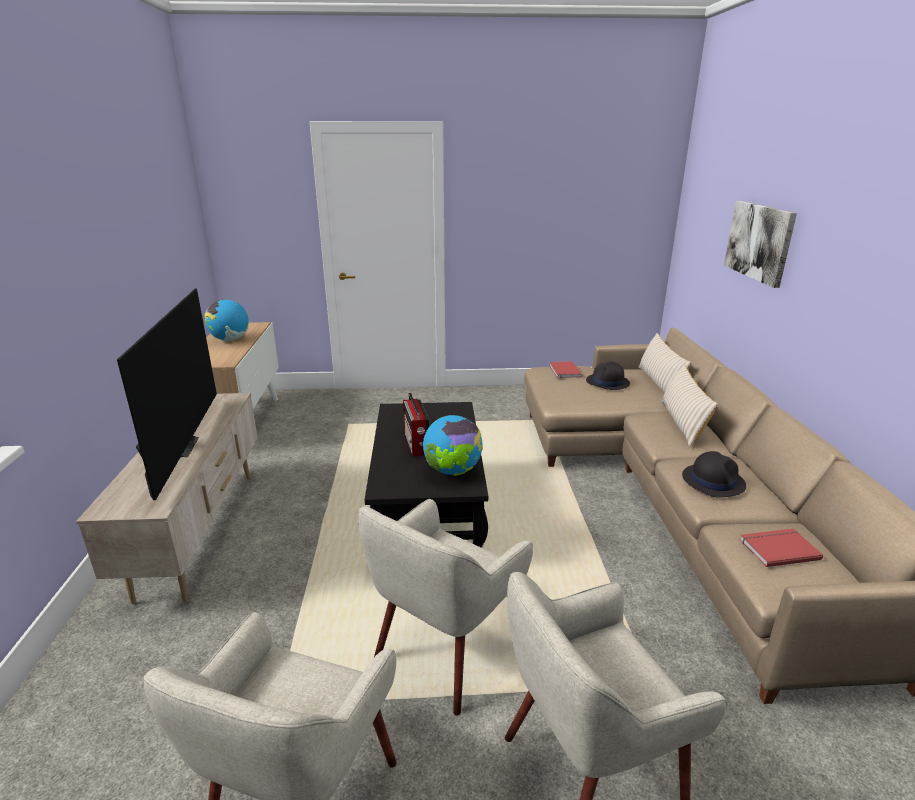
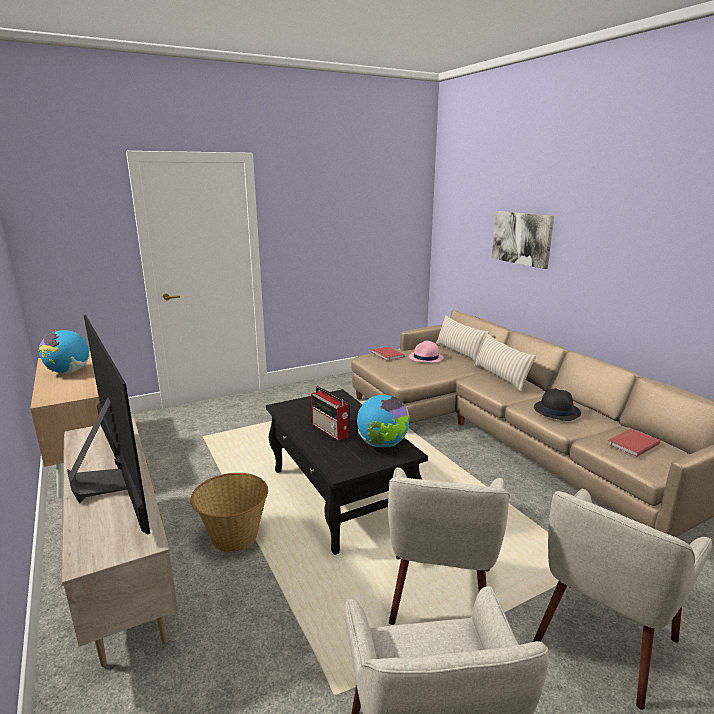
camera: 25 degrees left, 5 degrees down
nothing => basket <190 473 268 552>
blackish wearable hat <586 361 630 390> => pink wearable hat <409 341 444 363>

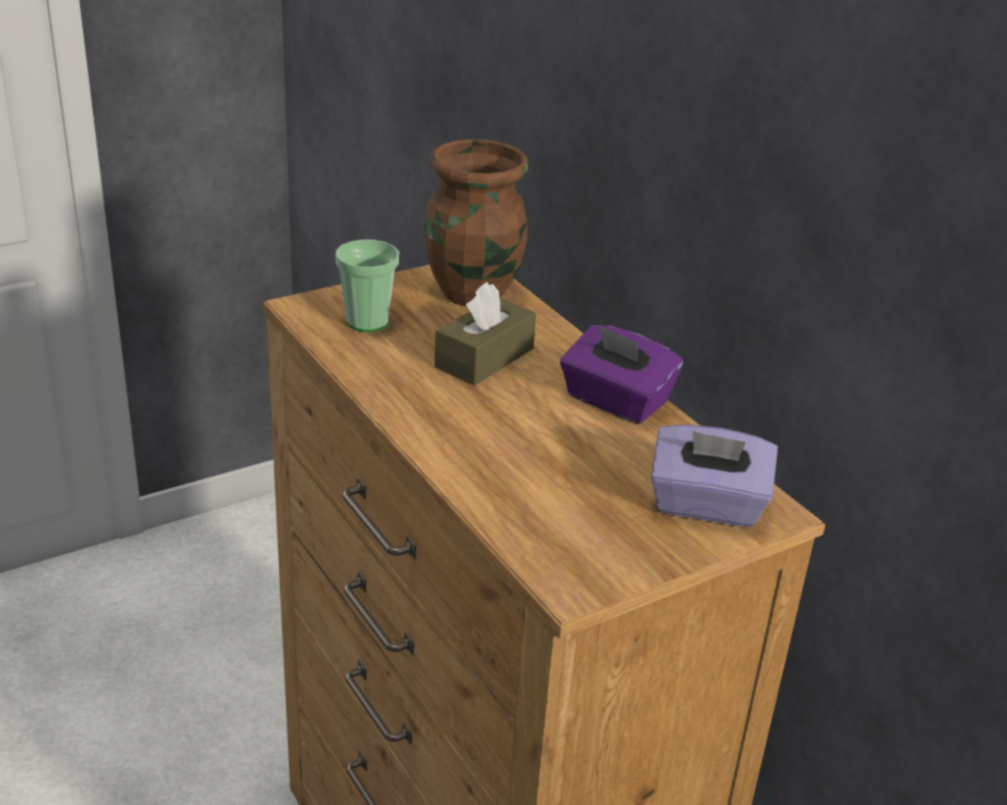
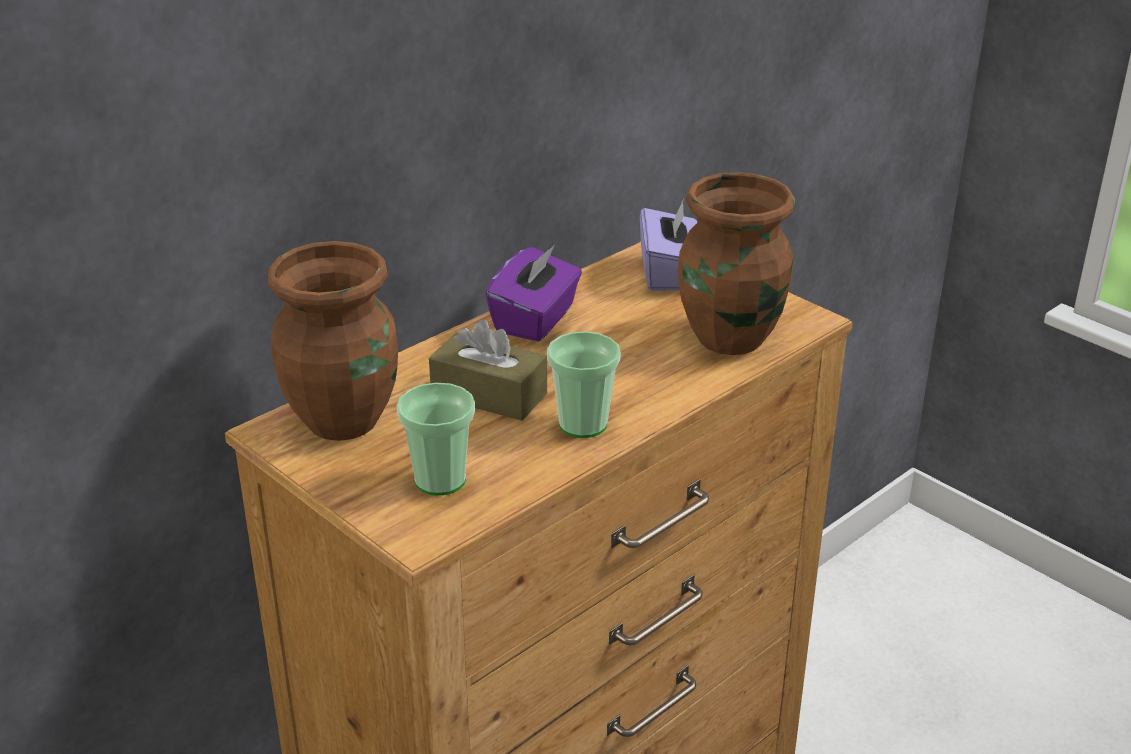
camera: 100 degrees left, 0 degrees up
nothing => small cup <547 331 621 438>
nothing => brown decorative vase <678 172 795 355>

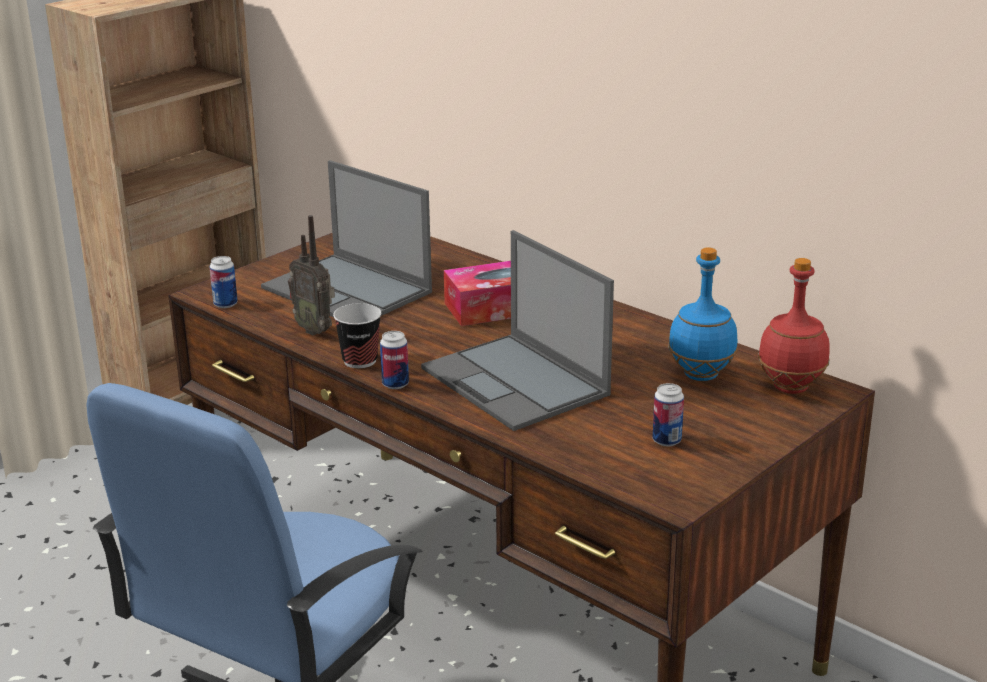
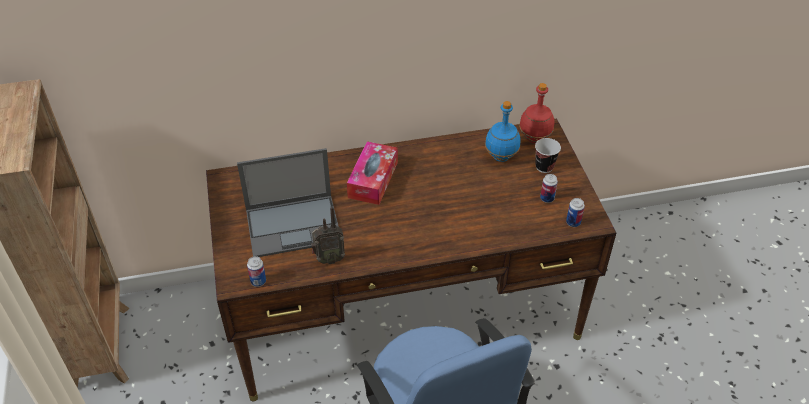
camera: 55 degrees left, 20 degrees up
laptop <421 230 614 431> => nothing
small cup <333 303 381 368> => small cup <535 138 561 173>, shifted
can <380 331 409 389> => can <566 198 585 227>, shifted

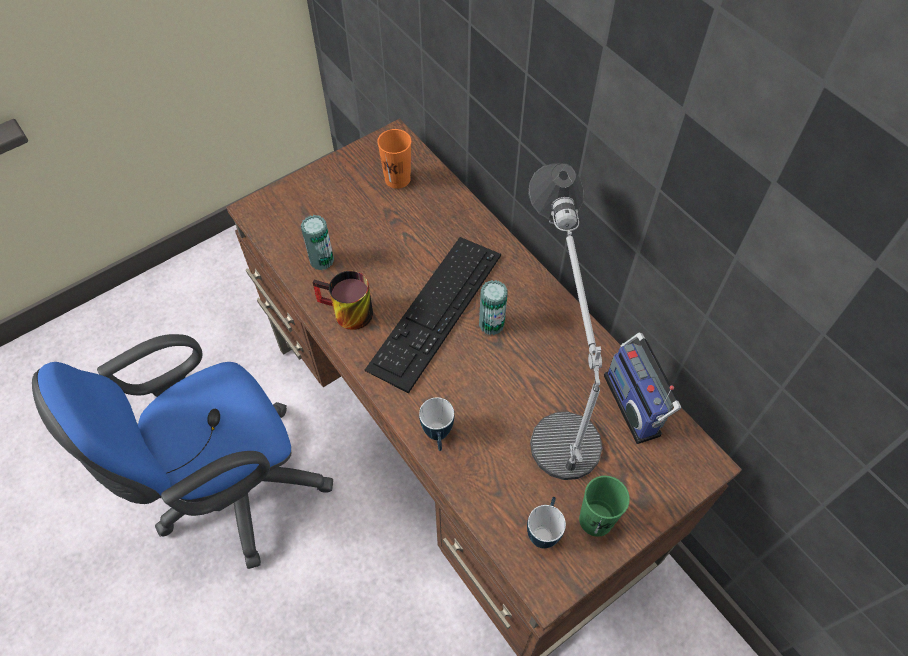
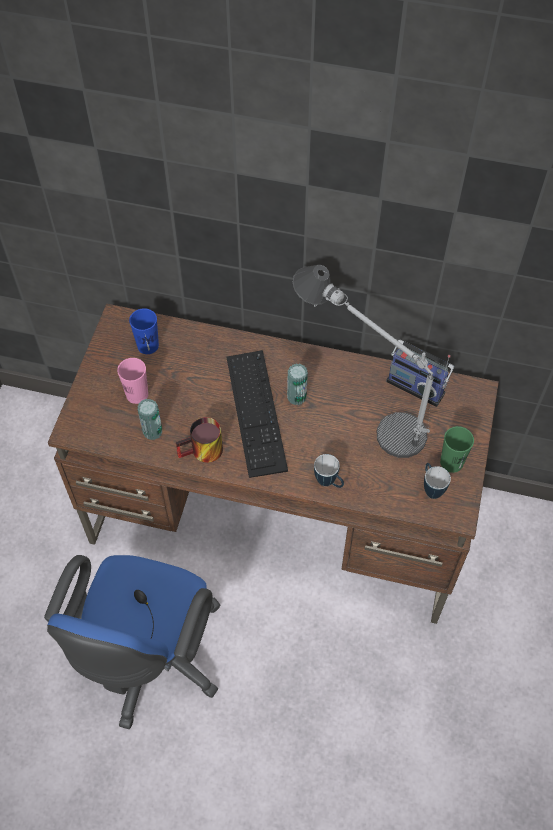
camera: 40 degrees left, 0 degrees up
nothing => pink small cup <117 358 148 404>
orangey small cup <377 129 411 189> => bluish small cup <129 308 159 354>

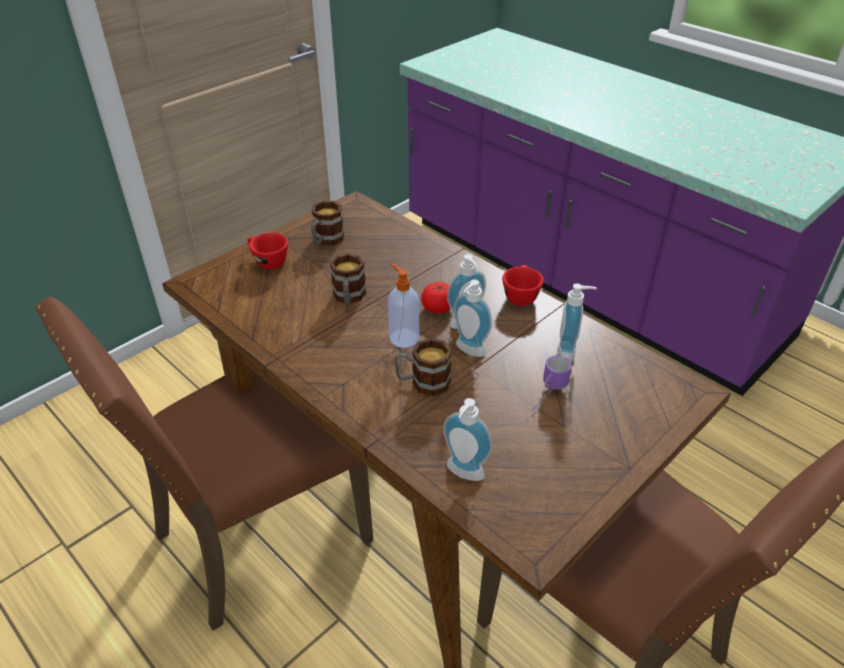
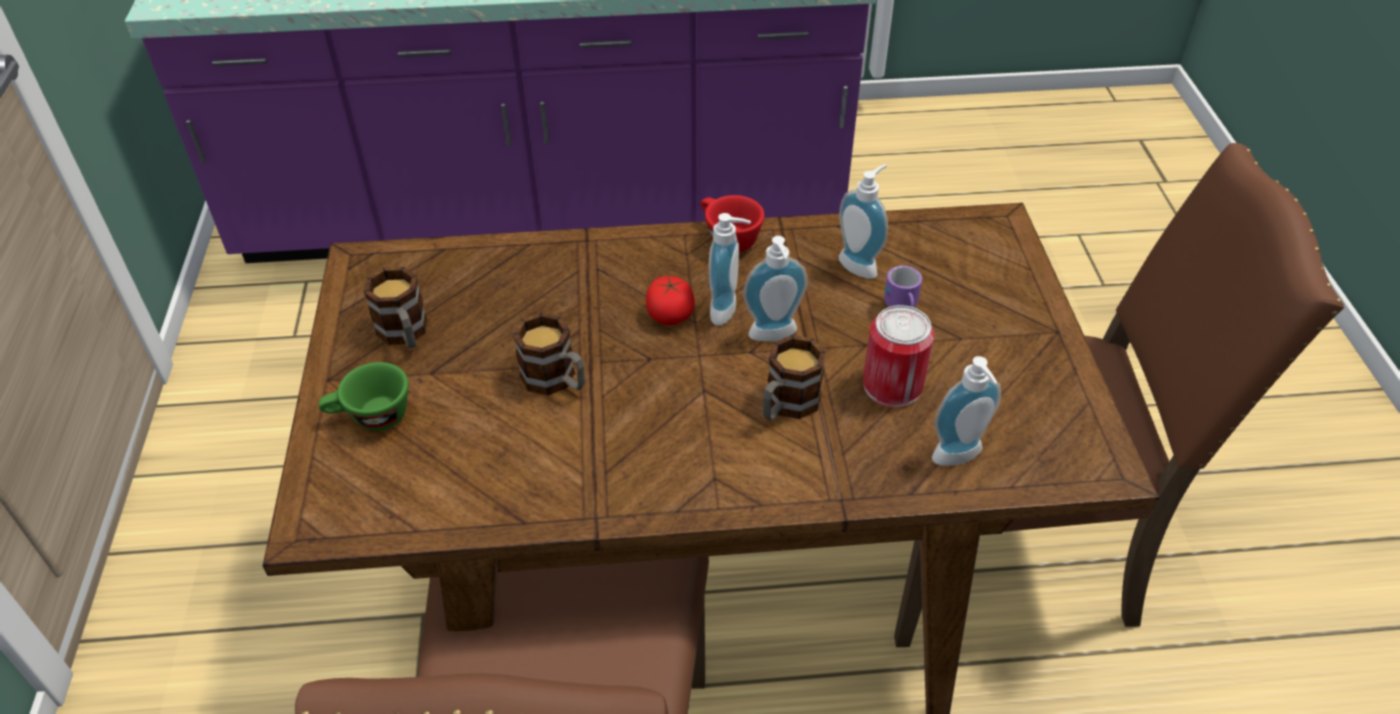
camera: 50 degrees left, 5 degrees up
liquid soap bottle <388 264 419 348> => nothing
nothing => can <863 305 934 407>
red-coloured small cup <247 233 288 269> => greenish small cup <318 362 409 431>

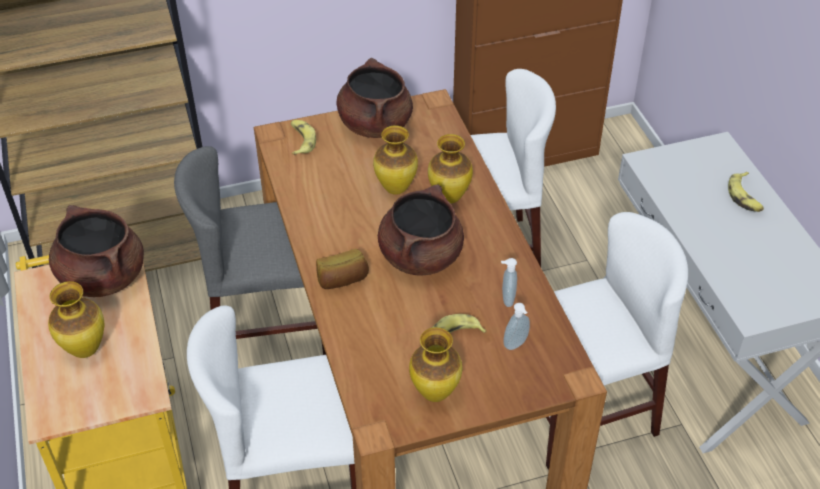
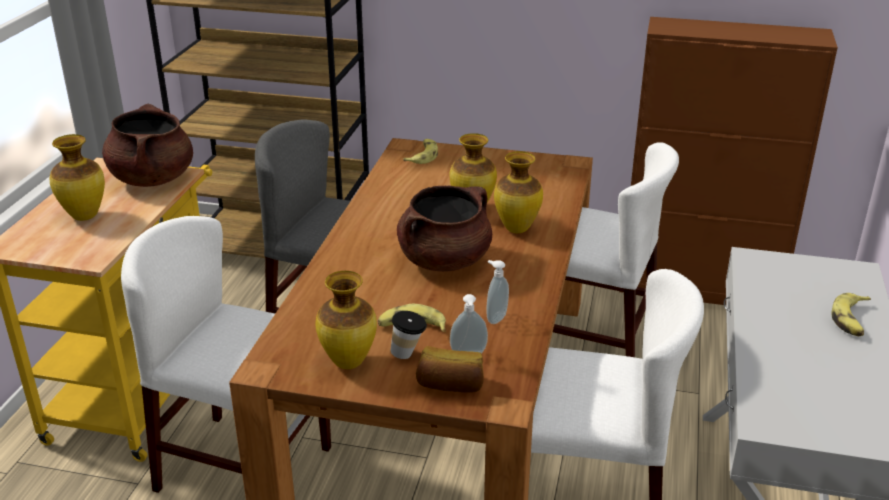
camera: 30 degrees right, 15 degrees down
brown saucepot <336 58 413 138> => nothing
nothing => small cup <391 311 427 359>
bakery bread <316 249 369 289> => bakery bread <416 346 484 393>, shifted

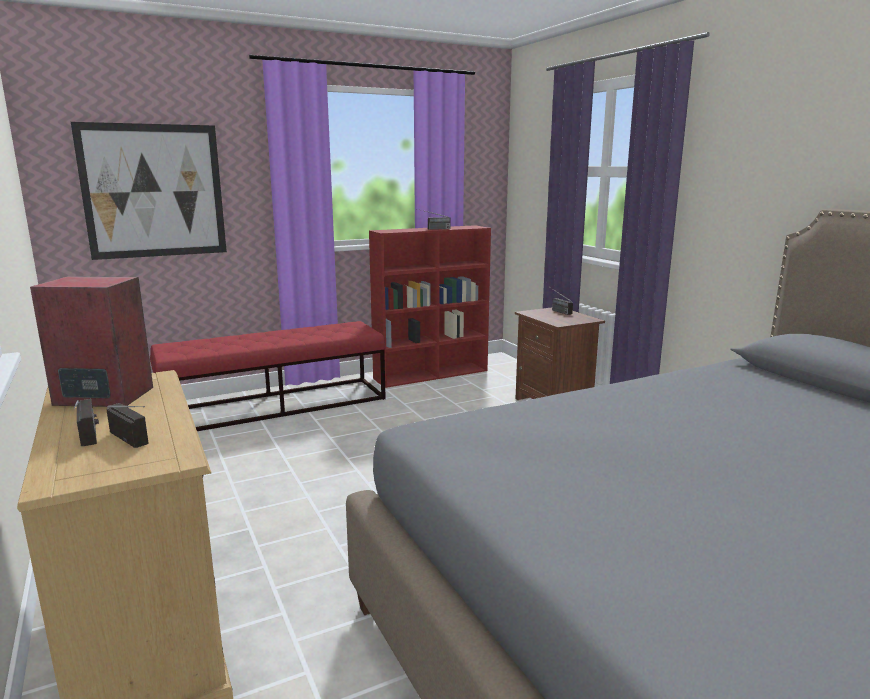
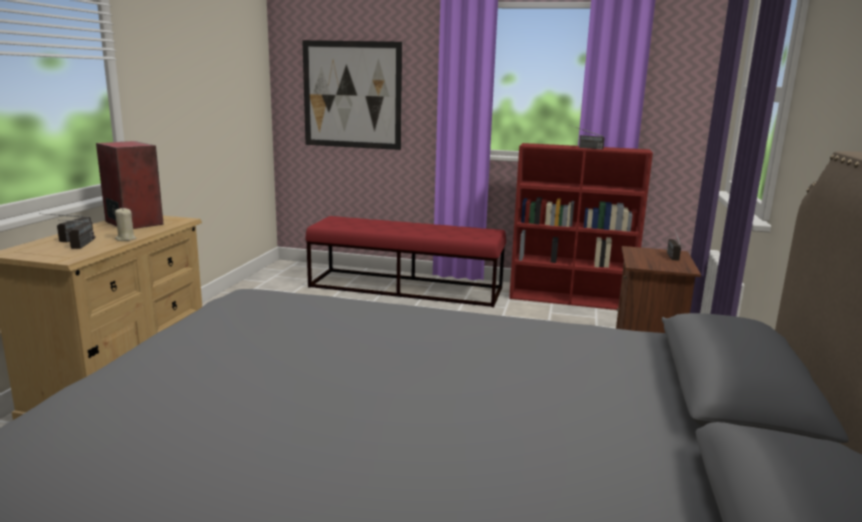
camera: 40 degrees right, 0 degrees up
nothing => beige-coloured candle <115 208 136 241>

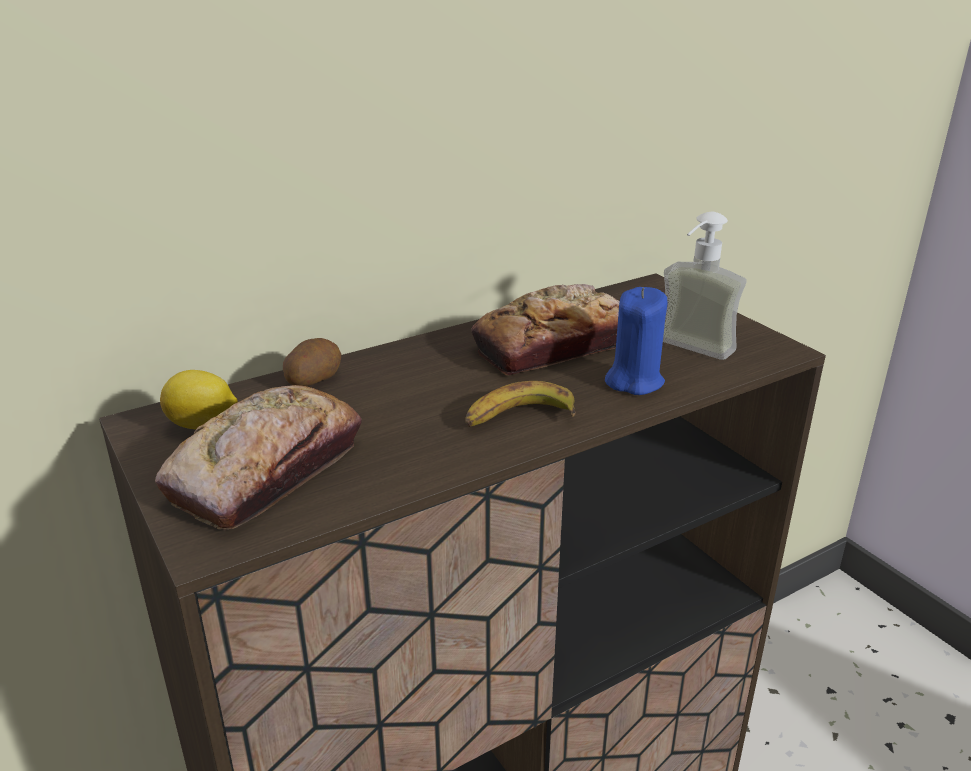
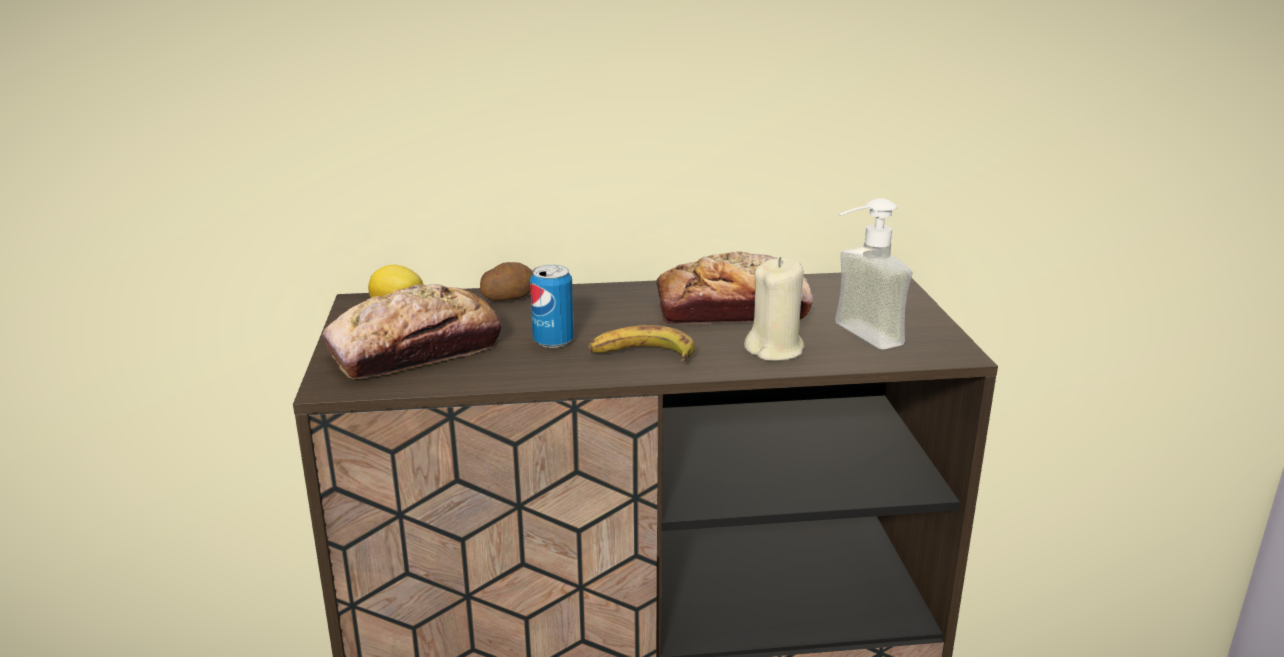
camera: 25 degrees right, 5 degrees down
nothing => can <530 264 574 348>
bluish candle <605 287 668 395> => beige-coloured candle <744 257 804 361>

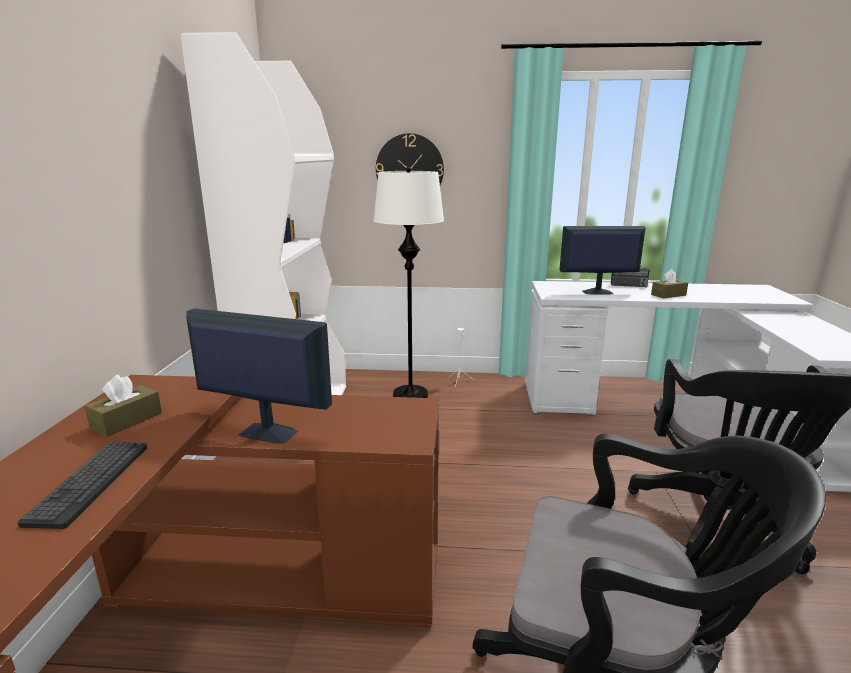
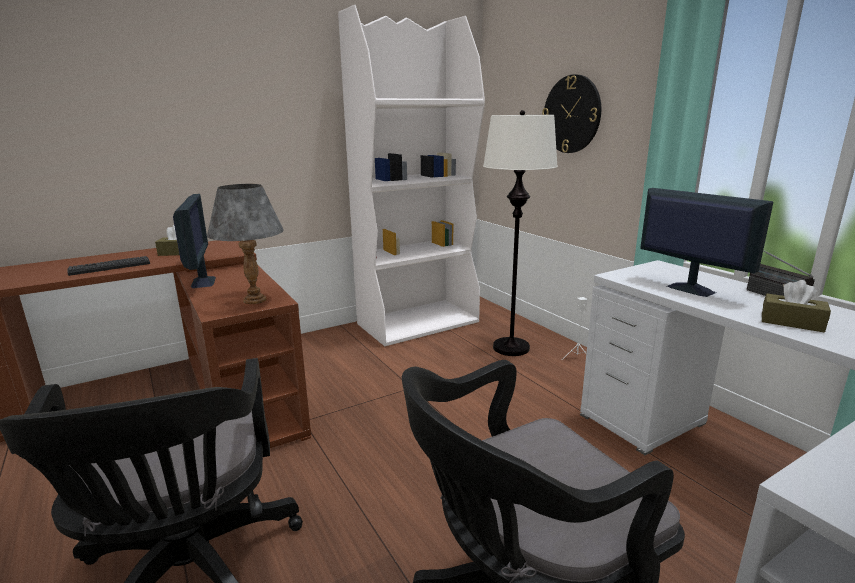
camera: 55 degrees right, 0 degrees up
nothing => grey tabletop lamp <207 184 284 304>

